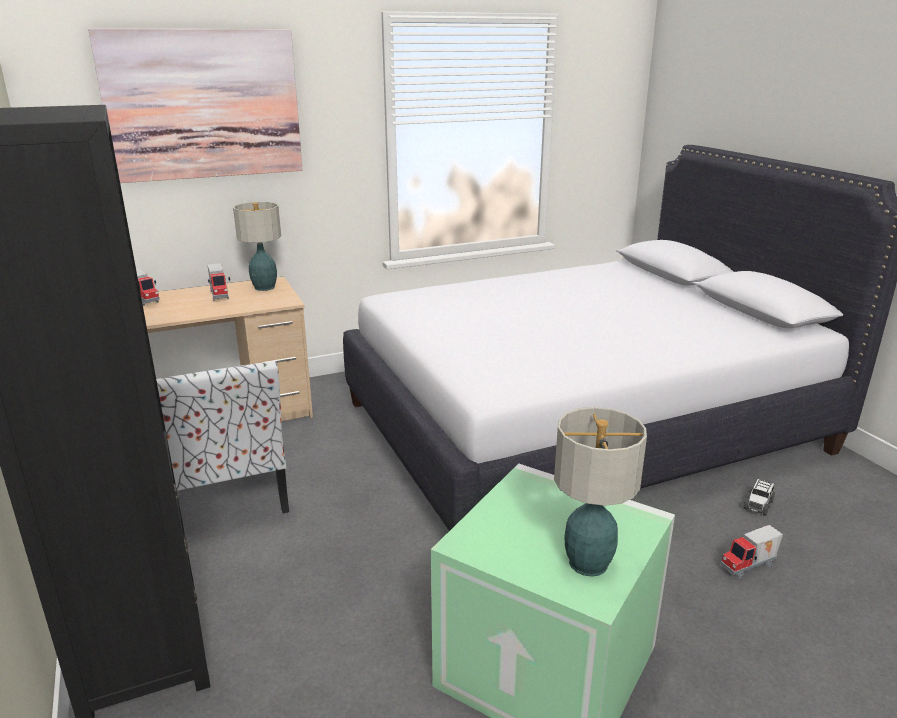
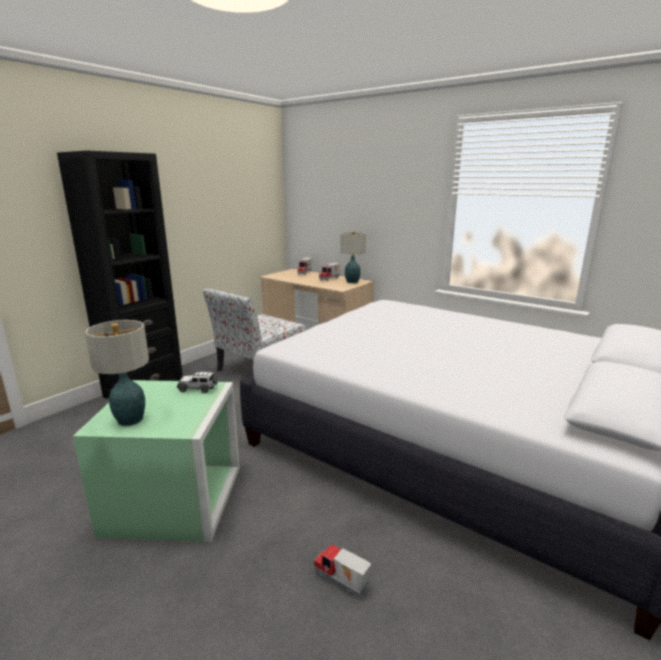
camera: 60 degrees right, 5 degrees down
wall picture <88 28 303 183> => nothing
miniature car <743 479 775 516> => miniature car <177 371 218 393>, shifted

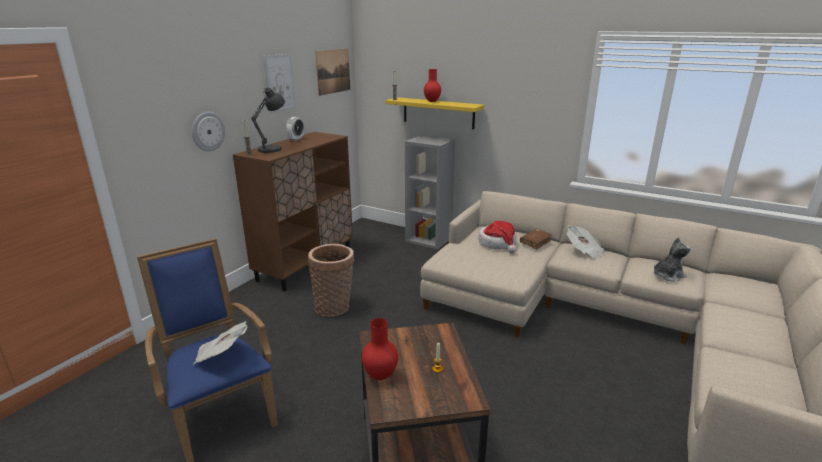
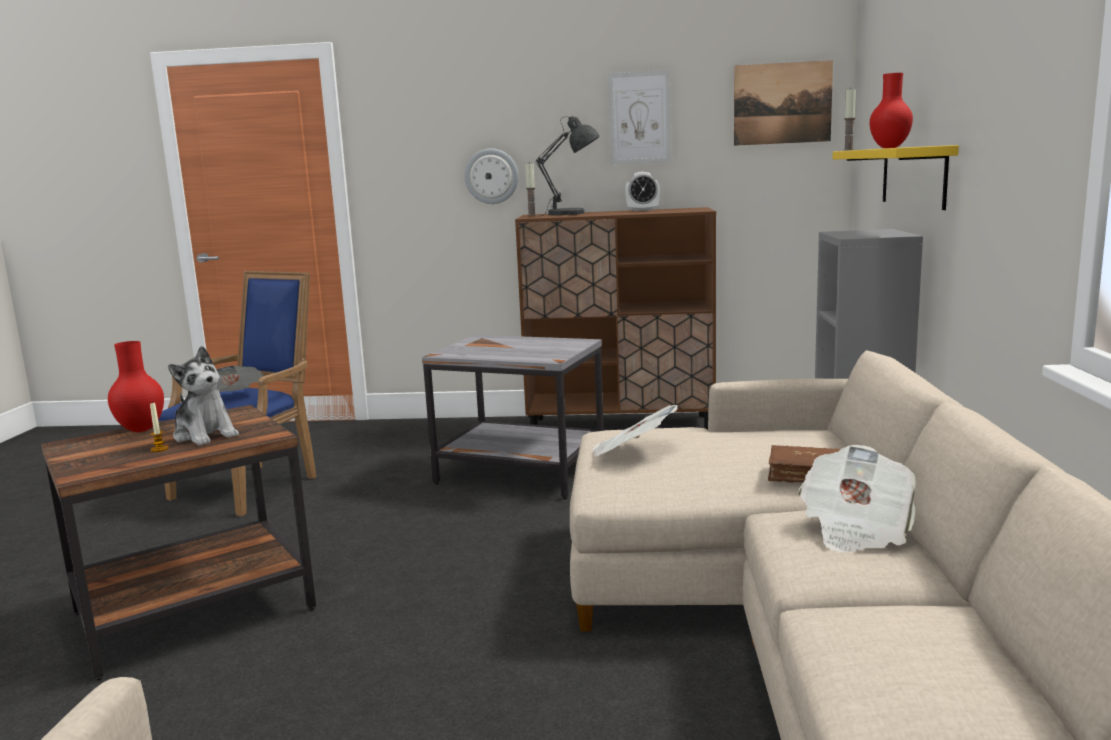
camera: 65 degrees right, 10 degrees down
wearable hat <478 221 517 253> => nothing
nothing => newspaper <592 405 678 458>
plush toy <654 237 691 281> => plush toy <168 346 239 446>, shifted
basket <308 244 354 317> => grey side table <422 335 604 499>

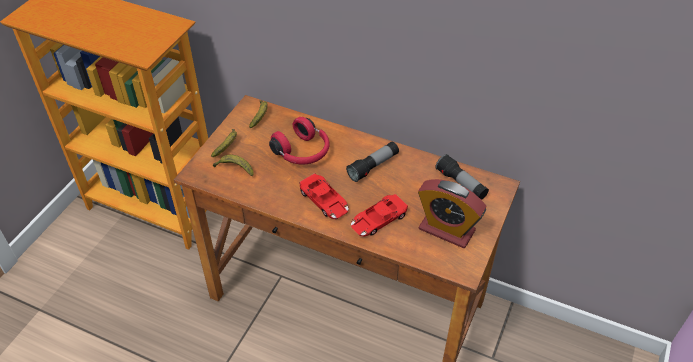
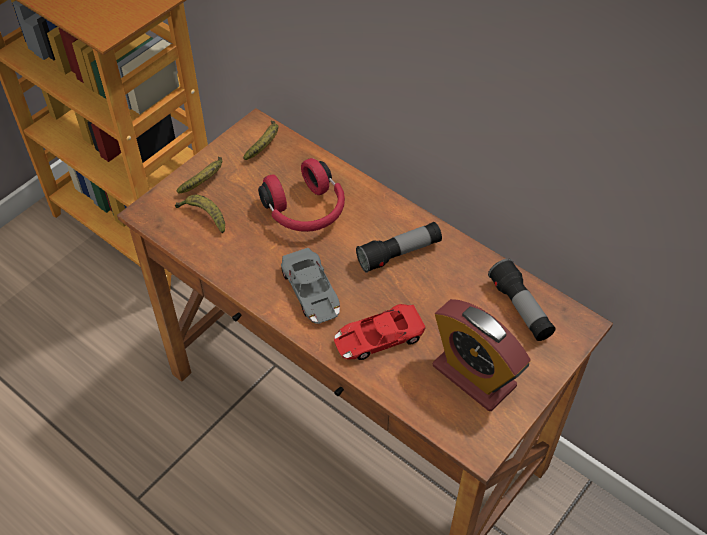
camera: 15 degrees right, 5 degrees up
red-coloured miniature car <300 173 349 219> => grey miniature car <281 248 340 324>

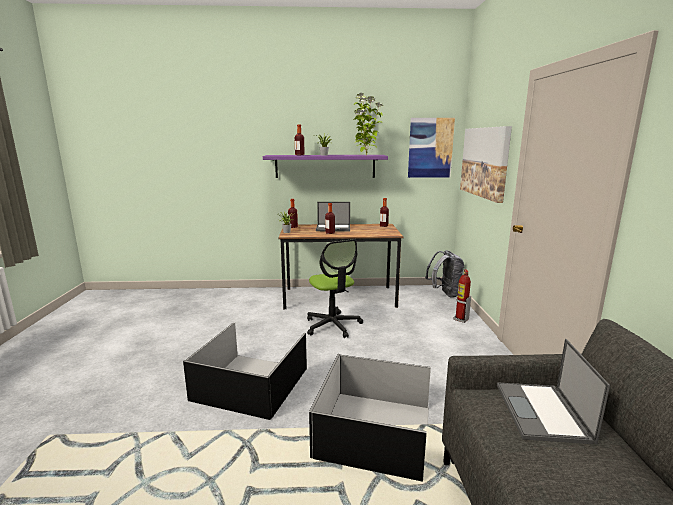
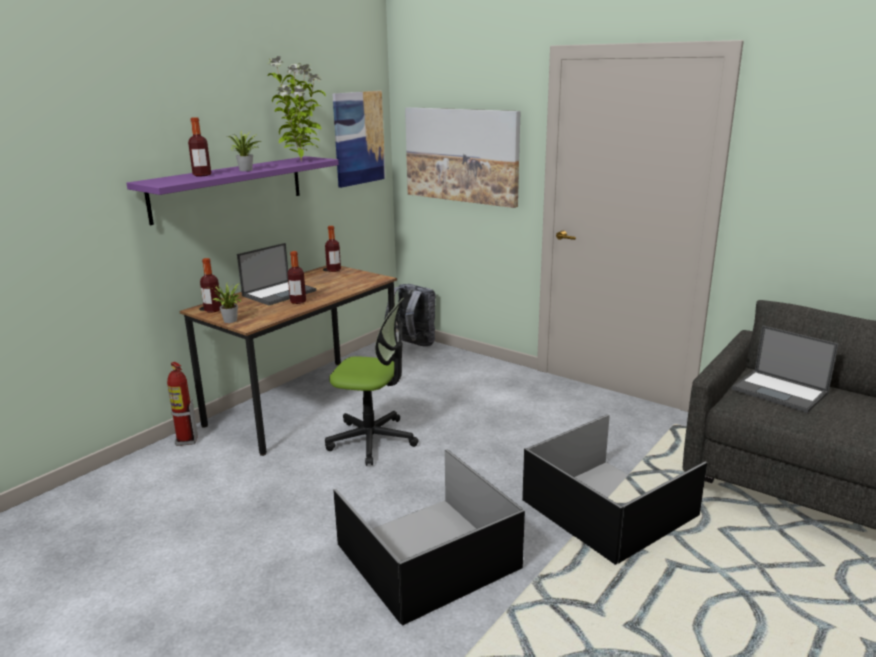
camera: 50 degrees left, 5 degrees up
fire extinguisher <453 269 471 323> => fire extinguisher <167 362 198 446>, shifted

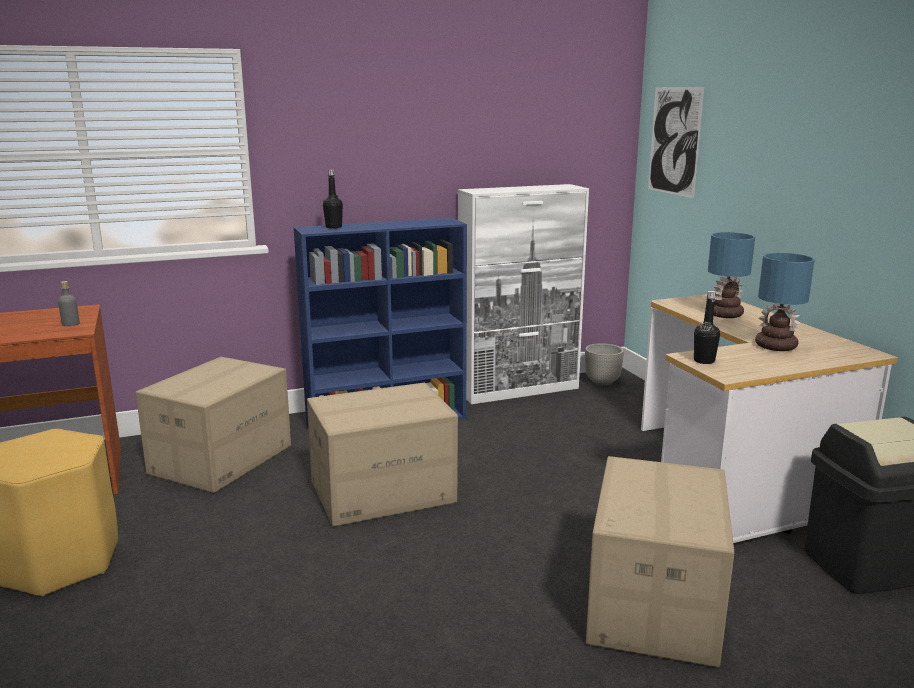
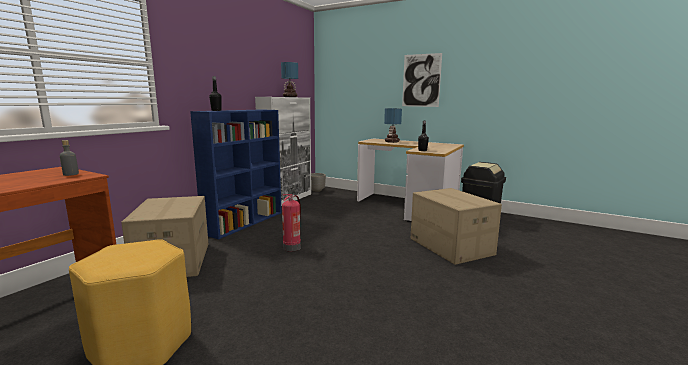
camera: 40 degrees left, 5 degrees down
wall picture <648 87 704 198> => wall picture <402 53 442 107>, shifted
tabletop lamp <755 253 815 351> => tabletop lamp <281 62 298 97>, shifted
cardboard box <307 383 458 527> => fire extinguisher <282 194 301 252>

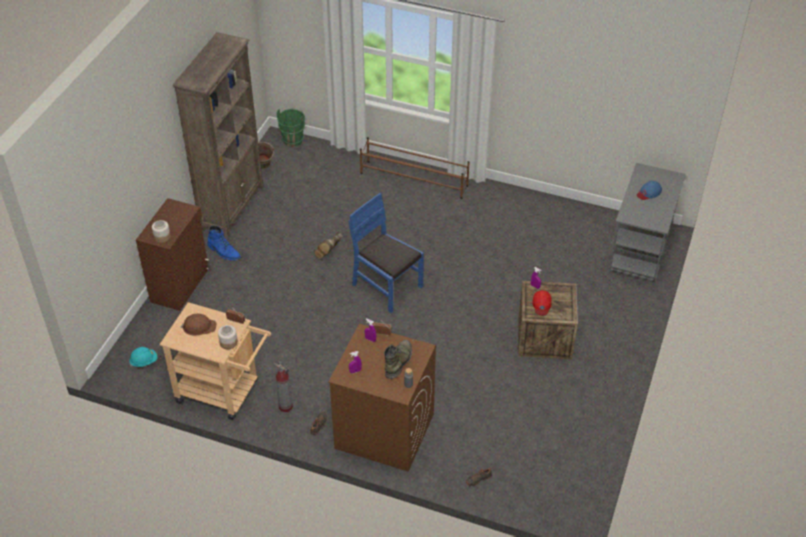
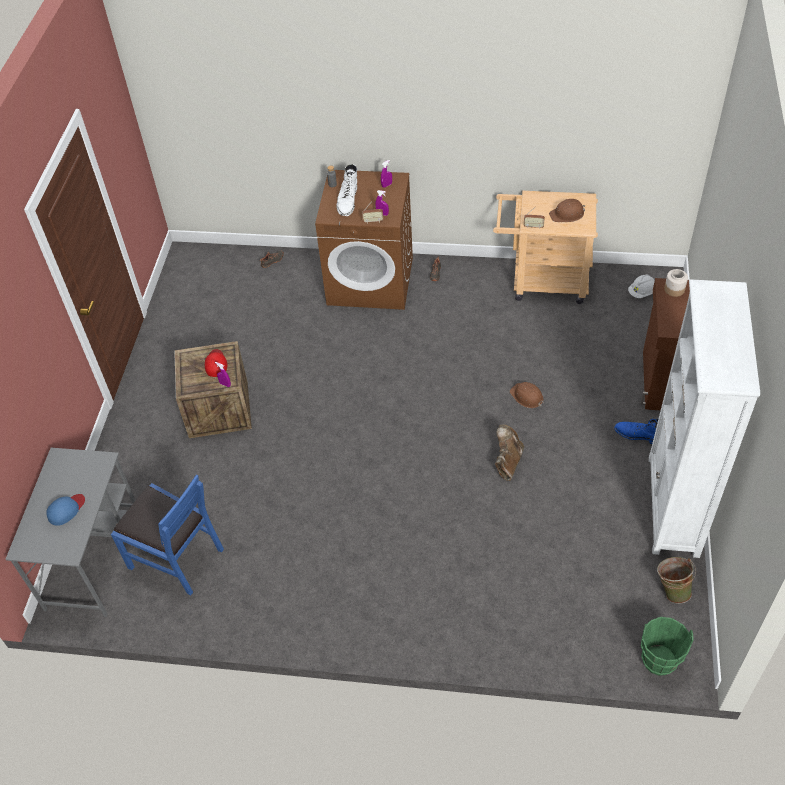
camera: 170 degrees right, 5 degrees up
jar <218 325 238 349> => nothing
fire extinguisher <274 361 293 412> => nothing
brown shoe rack <360 137 470 199> => nothing
nothing => brown safety helmet <509 382 544 408>
bluish upright chair <349 193 424 313> => bluish upright chair <111 474 224 596>, shifted
turquoise-coloured safety helmet <129 347 157 367> => white safety helmet <628 275 655 298>
brown shelving unit <173 32 264 238> => white shelving unit <649 279 760 558>
greenish boot <384 340 412 379> => white boot <337 164 357 216>

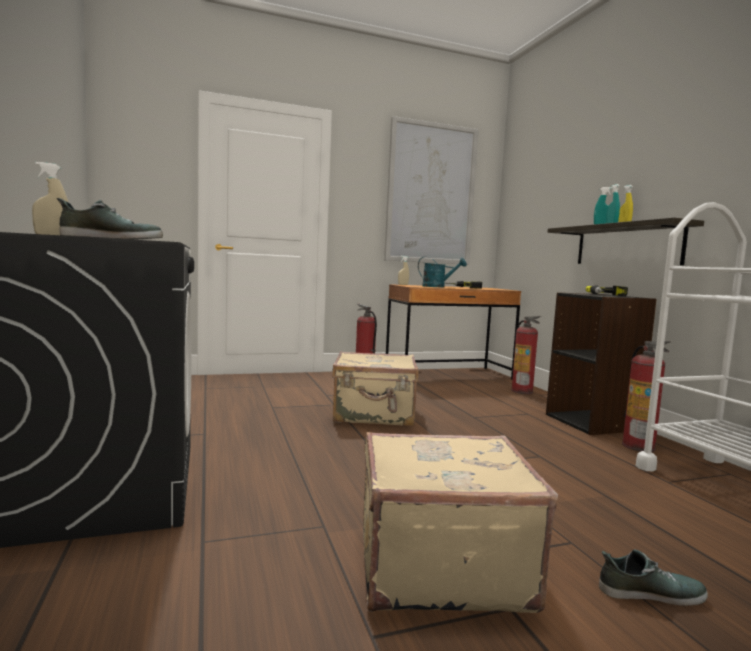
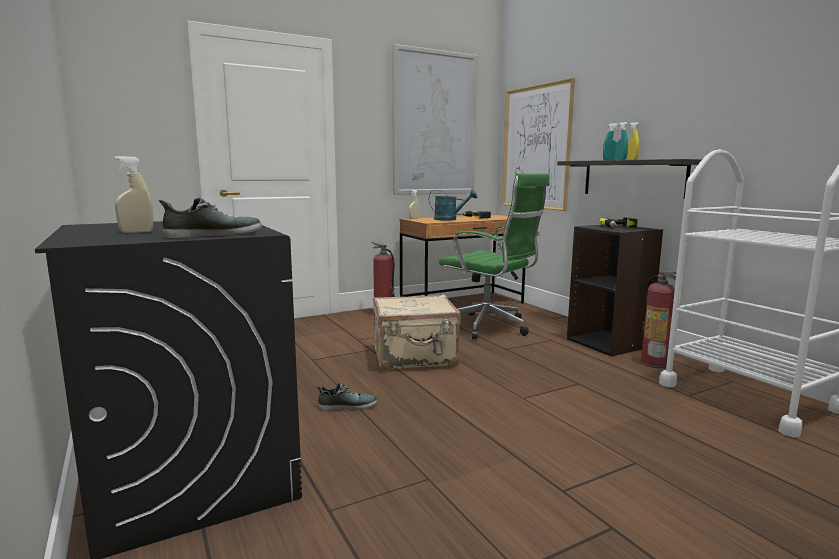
camera: 10 degrees left, 5 degrees up
beige-coloured travel case <363 432 558 613> => nothing
fire extinguisher <511 316 541 394> => nothing
nothing => greenish office chair <439 173 550 340>
nothing => wall picture <502 78 575 211>
item of footwear <599 549 708 606> => item of footwear <317 383 378 410>, shifted

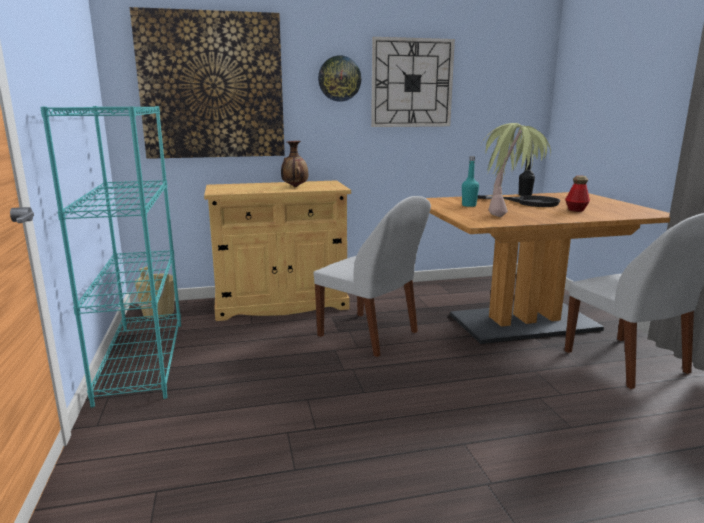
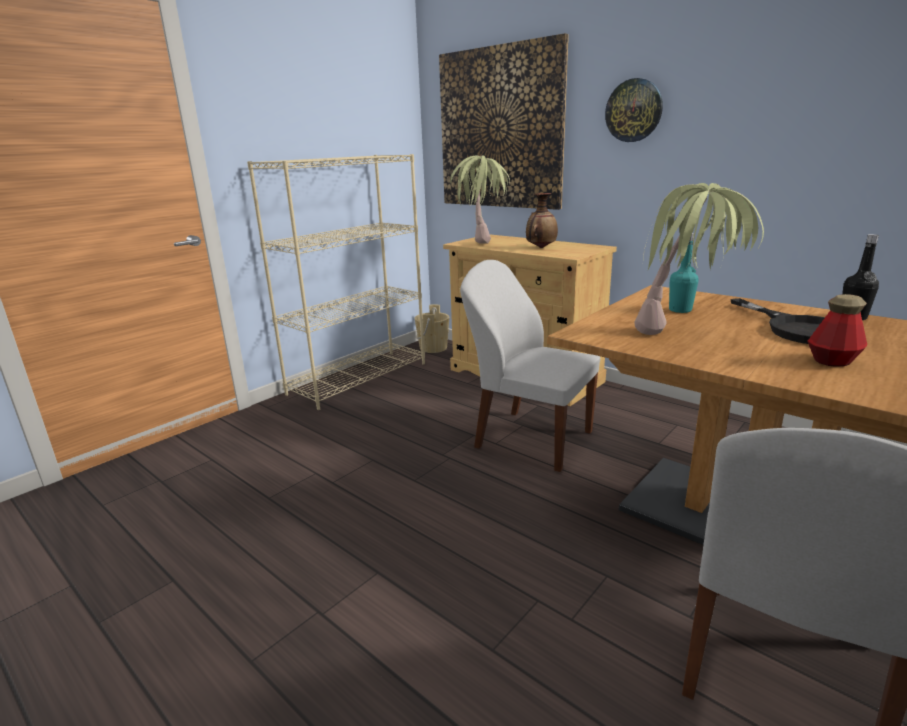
camera: 55 degrees right, 5 degrees up
wall clock <371 37 455 127> => nothing
nothing => potted plant <450 156 510 244>
turquoise-coloured shelving unit <40 106 181 408> => beige-coloured shelving unit <247 154 425 410>
white upright chair <313 196 431 357> => white upright chair <460 260 600 472>, 120 degrees clockwise

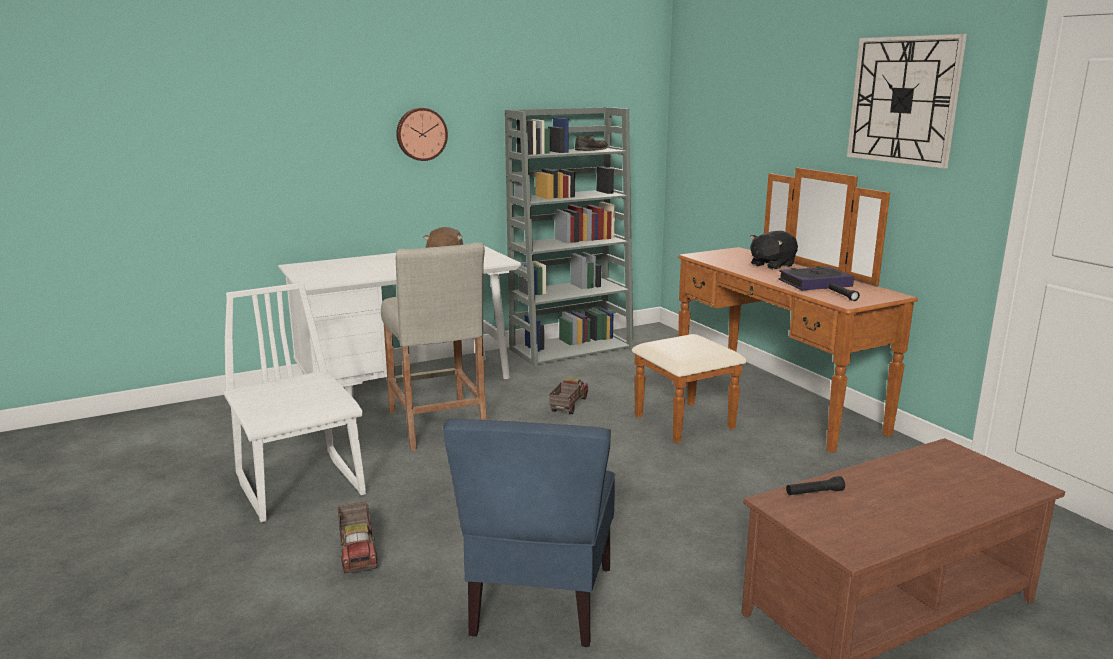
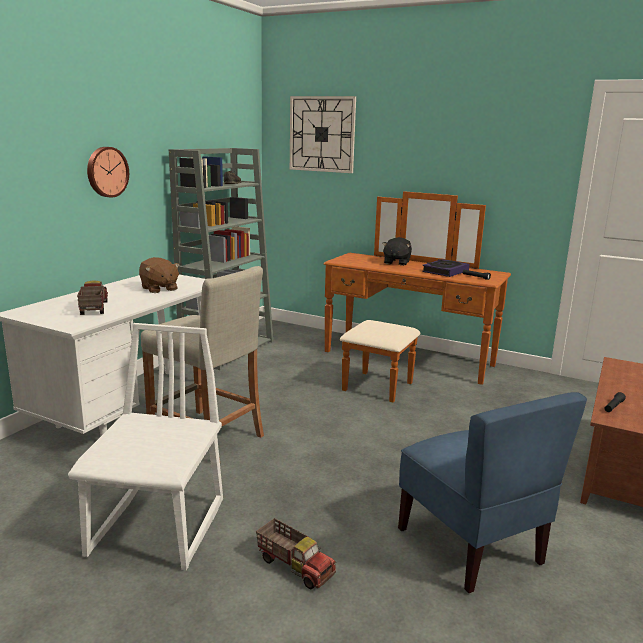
camera: 35 degrees left, 0 degrees up
toy lorry <549 377 588 414> => toy lorry <77 280 108 315>, shifted
wall clock <847 34 967 169> => wall clock <290 96 356 173>, shifted
white upright chair <224 283 366 523> => white upright chair <68 323 223 570>, 75 degrees clockwise

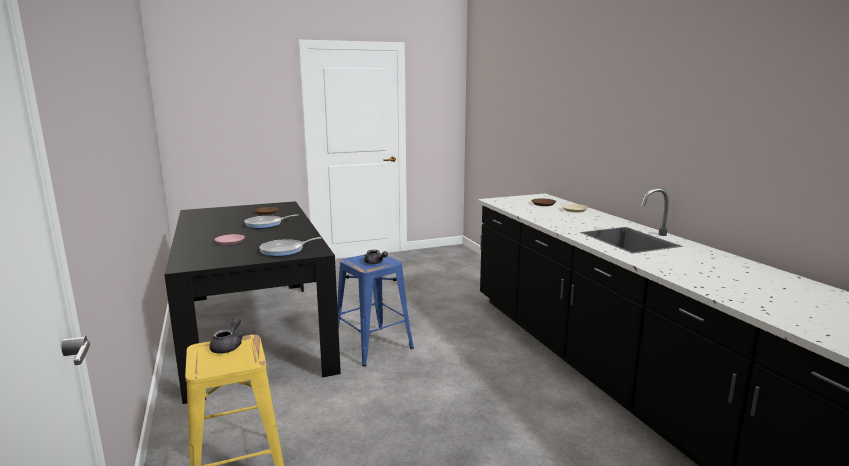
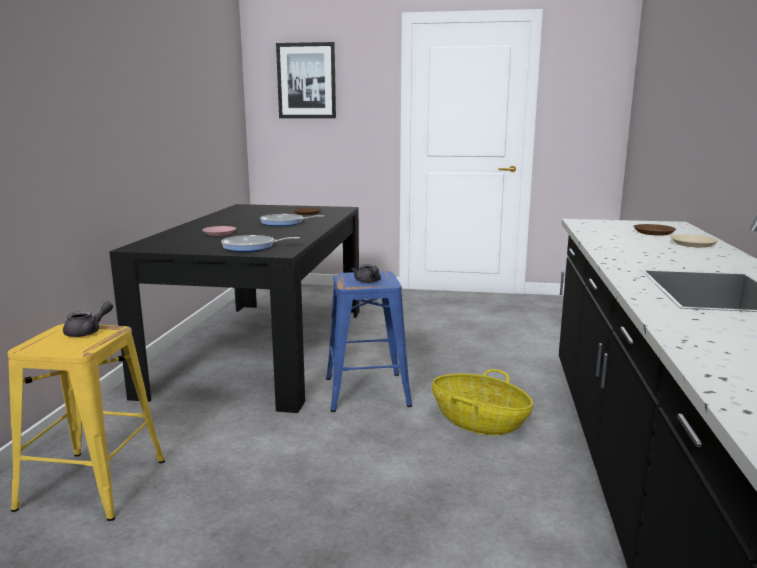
camera: 30 degrees right, 0 degrees up
nothing => wall picture <276 42 336 118>
nothing => basket <432 369 533 435>

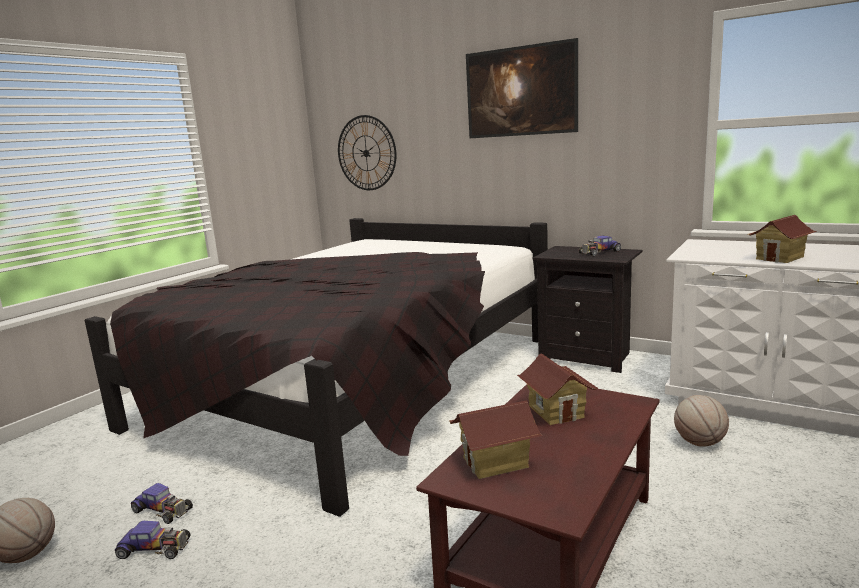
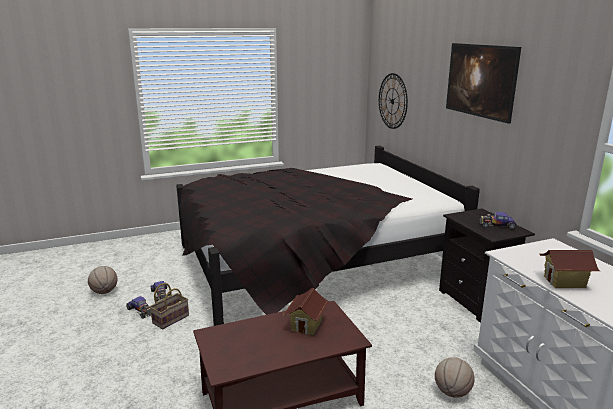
camera: 35 degrees right, 5 degrees up
model house <449 401 543 479> => nothing
nothing => basket <150 283 189 329>

